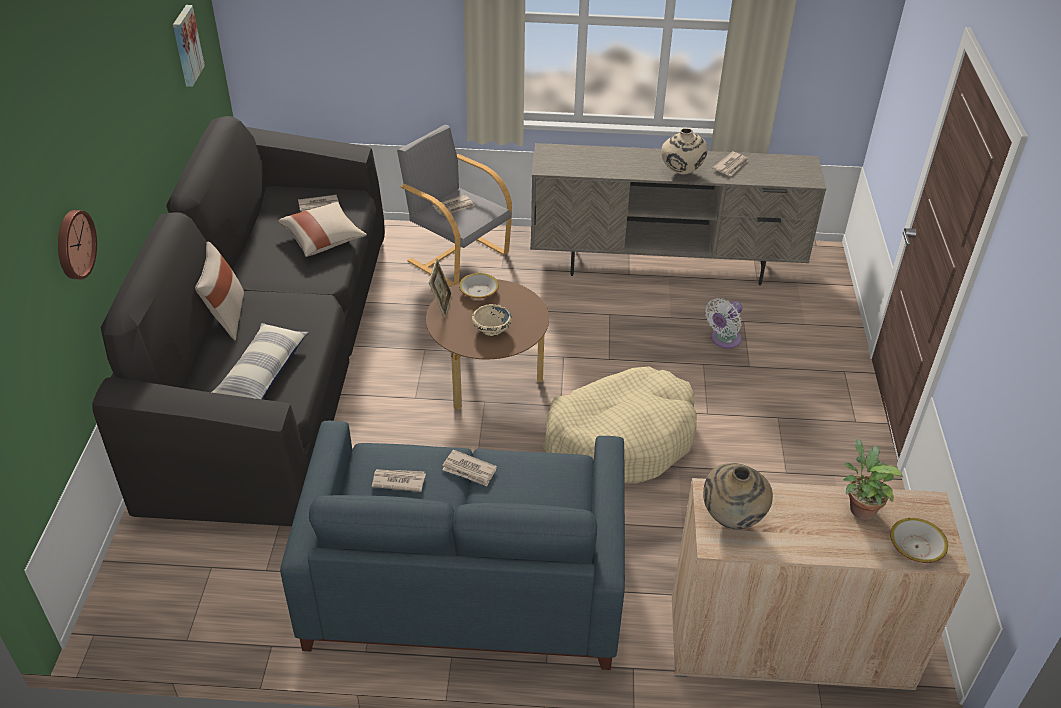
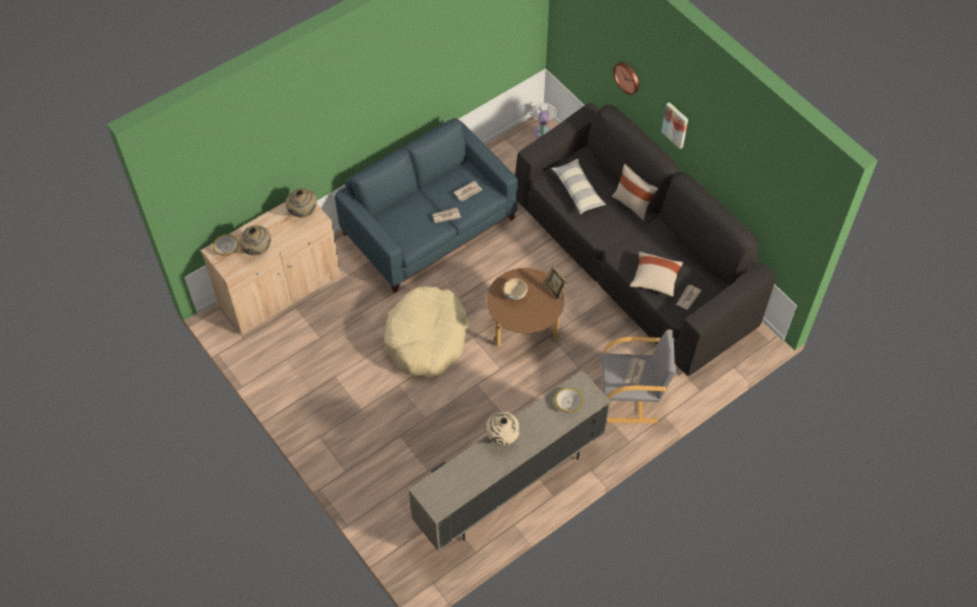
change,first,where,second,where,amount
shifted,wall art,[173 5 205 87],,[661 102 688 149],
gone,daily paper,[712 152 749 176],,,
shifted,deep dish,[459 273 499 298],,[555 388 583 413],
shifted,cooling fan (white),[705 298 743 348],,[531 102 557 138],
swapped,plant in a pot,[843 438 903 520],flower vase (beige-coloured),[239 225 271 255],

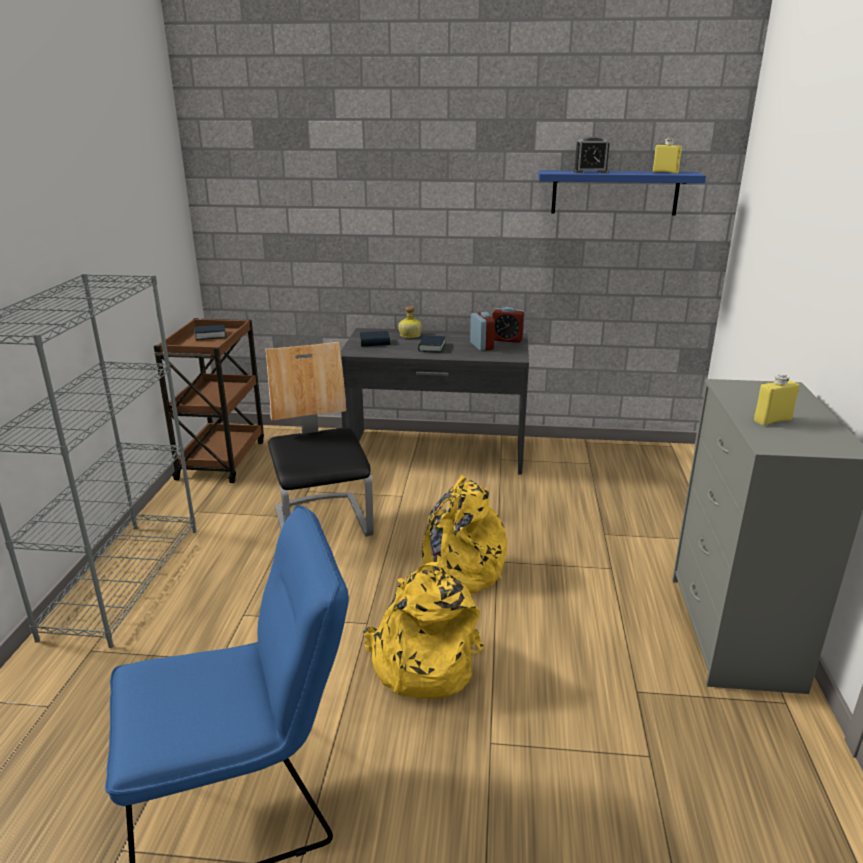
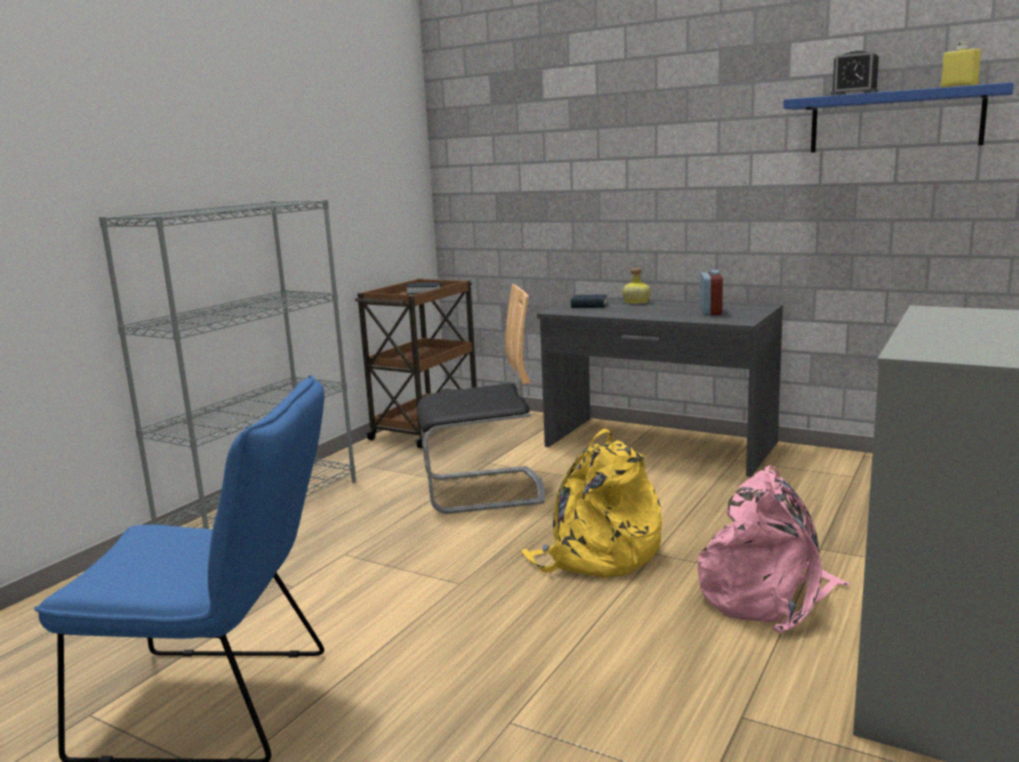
change,first,where,second,where,amount
gone,alarm clock,[492 307 525 343],,,
gone,book,[418 336 446 352],,,
rotated,plain chair,[266 342 374 536],,[417 284 545 514],75 degrees clockwise
gone,bottle (yellowish),[754 373 800 425],,,
gone,knapsack (yellowish),[363 562 484 699],,,
new,,,knapsack (pinkish),[698 465 850 634],

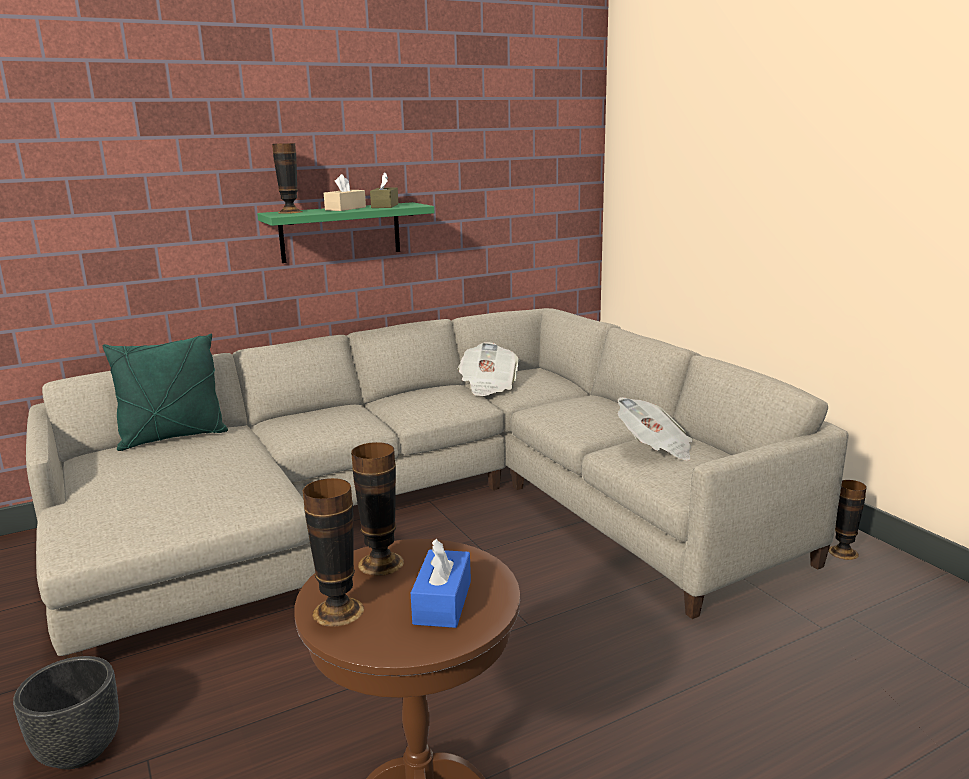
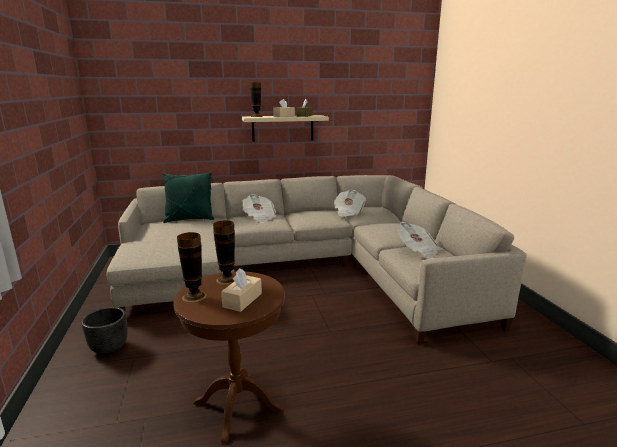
change,first,where,second,where,amount
repainted,wall shelf (greenish),[257 202 435 263],wall shelf (beige-coloured),[242 115 329 142],
gone,flower vase,[829 480 867 560],,,
repainted,tissue holder (blue-coloured),[411 539 471 628],tissue holder (beige-coloured),[221 269 262 312],
new,,,daily paper,[243 194 276 223],

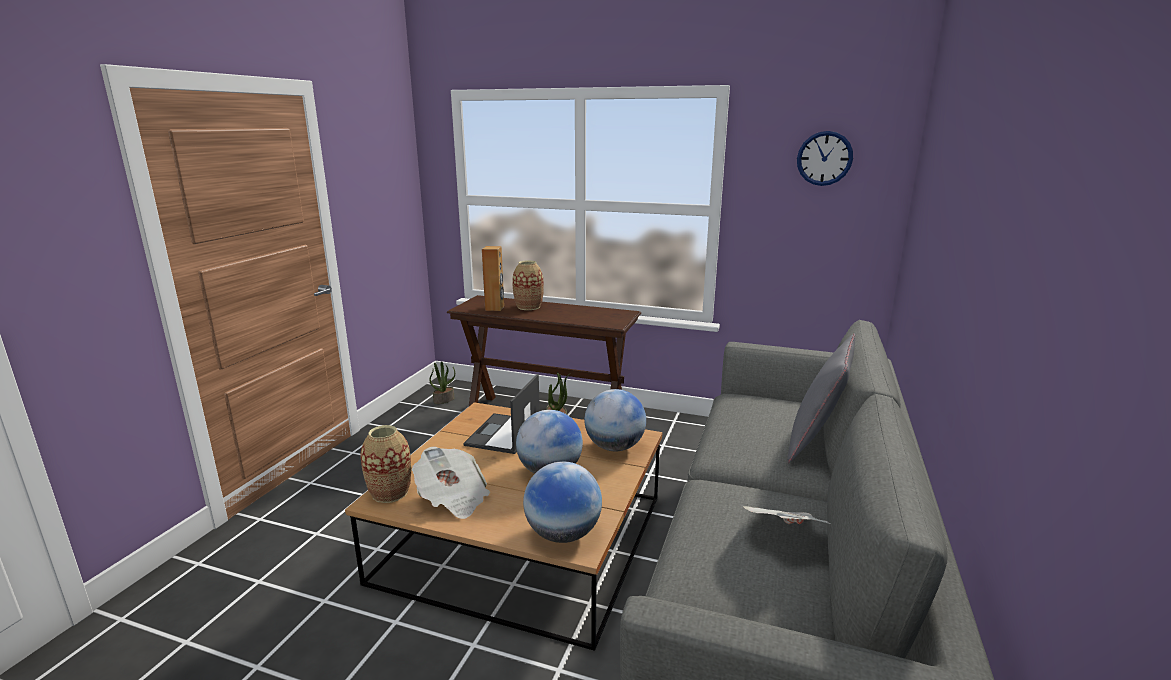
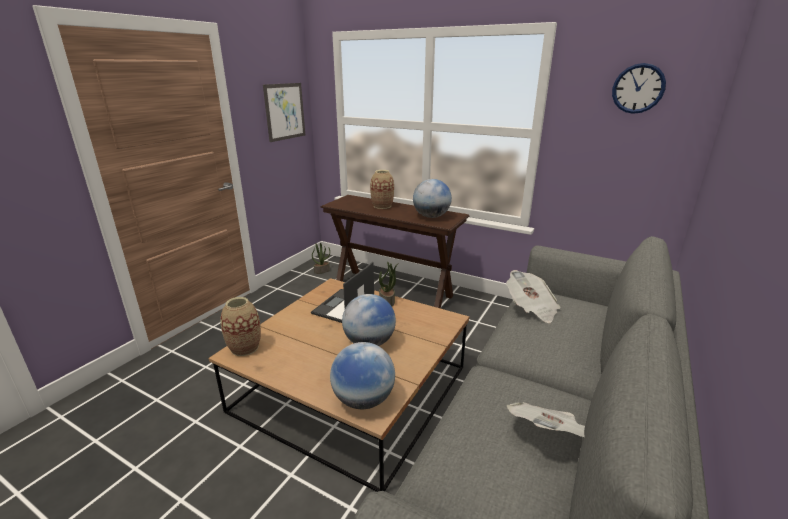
change,first,where,second,where,amount
gone,speaker (brown-coloured),[482 246 504 311],,,
gone,cushion (grey),[787 334 855 463],,,
shifted,globe,[584 389 646 451],,[413 179 452 218],
shifted,daily paper,[412 446 490 519],,[506 270 560 323],
new,,,wall art,[263 83 305 142],

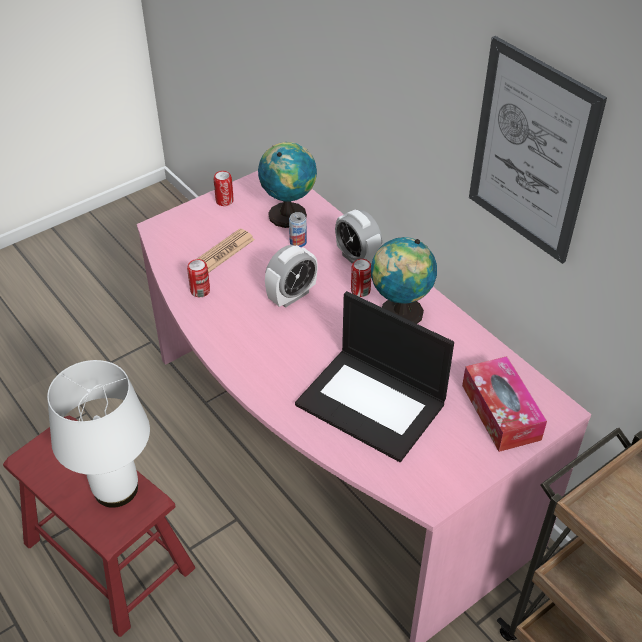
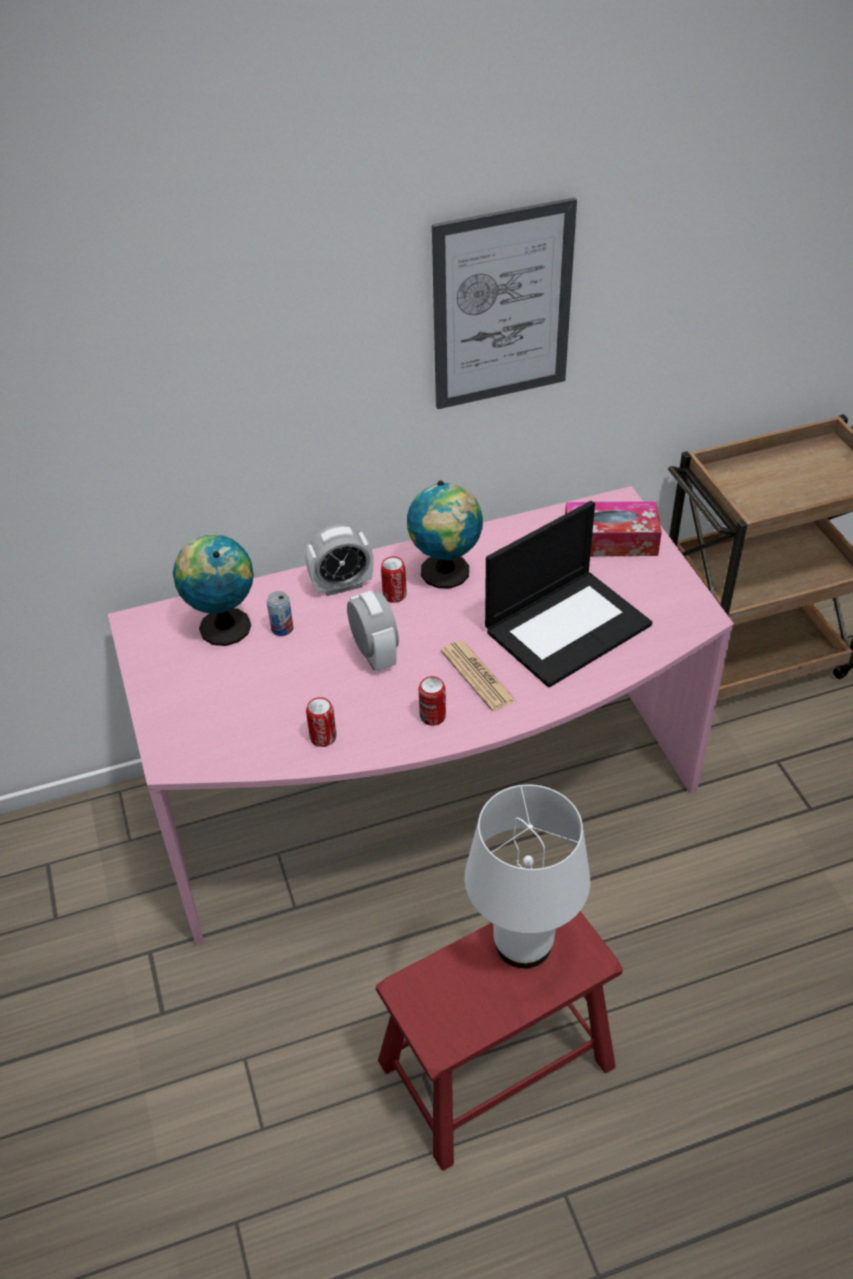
change,first,where,second,where,amount
shifted,can,[214 171 234 206],,[419 676 446 726],
shifted,daily paper,[197 229 255 273],,[441 641 516 711],

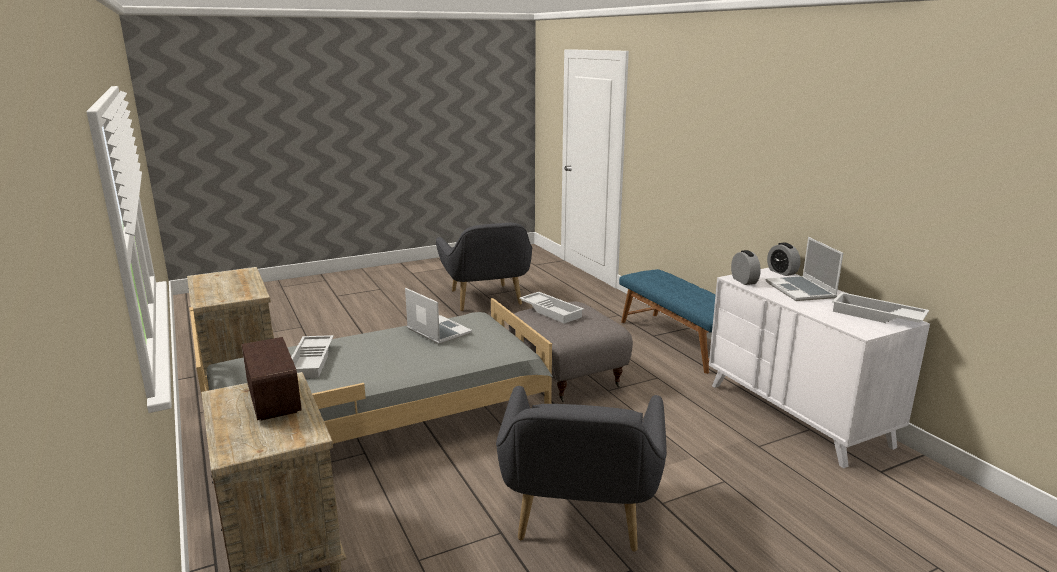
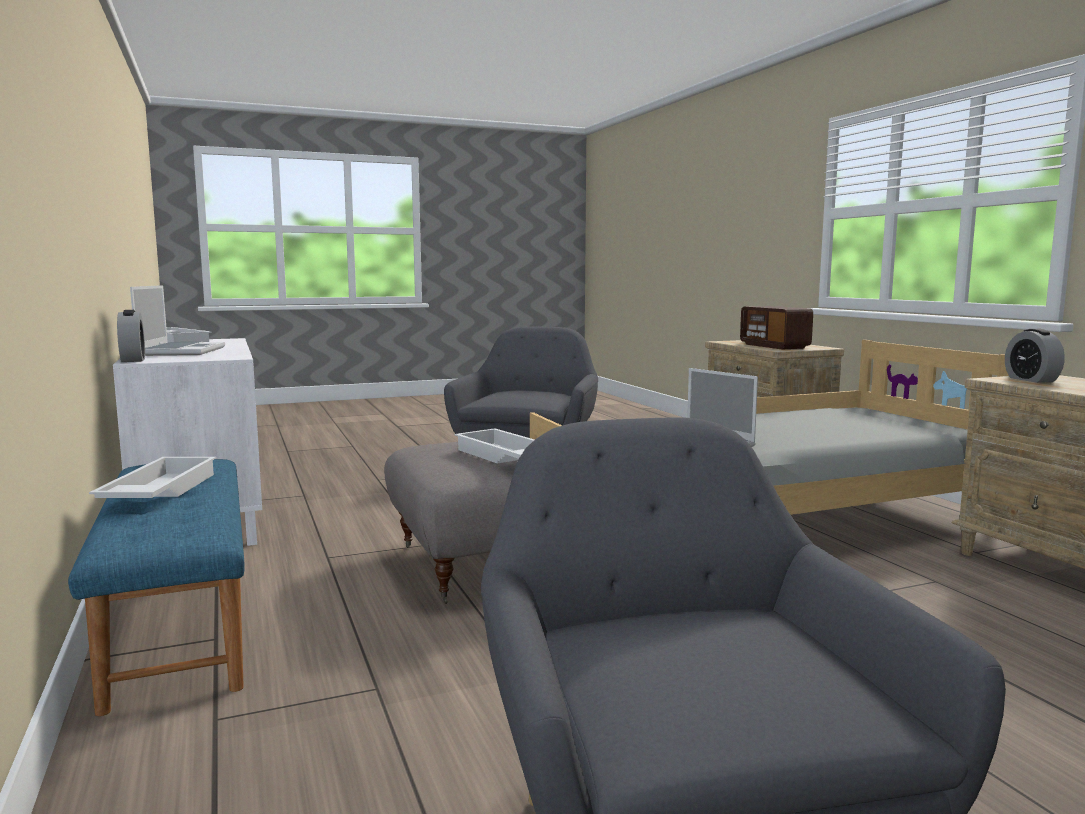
change,first,where,second,where,amount
shifted,alarm clock,[731 250 761 285],,[1005 329 1065 383],
shifted,tray (white),[291 335 334 378],,[89 457 216 498],

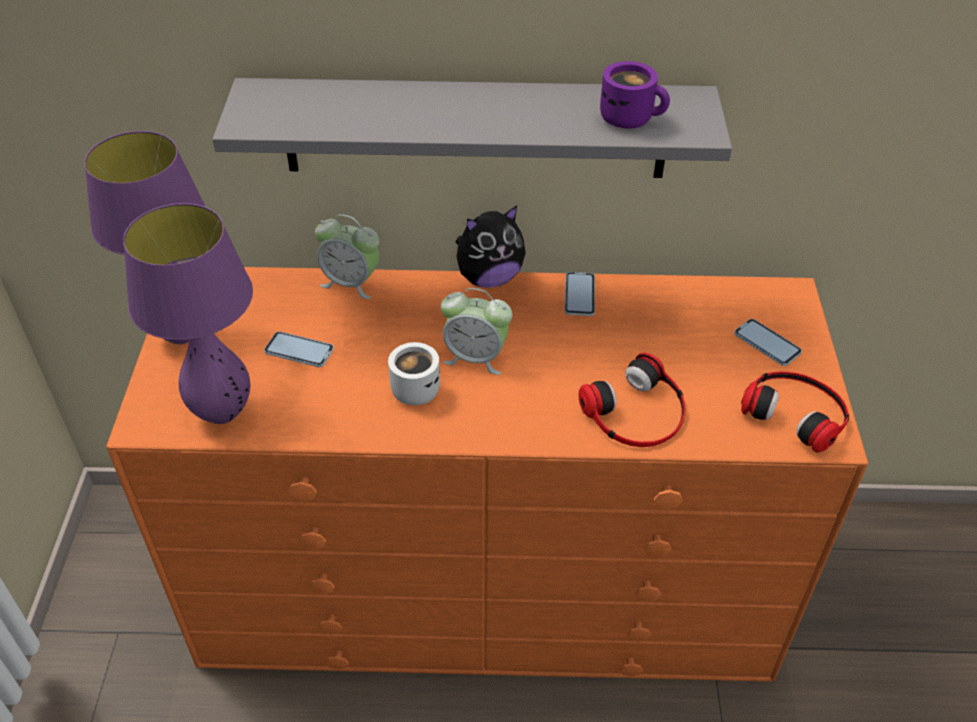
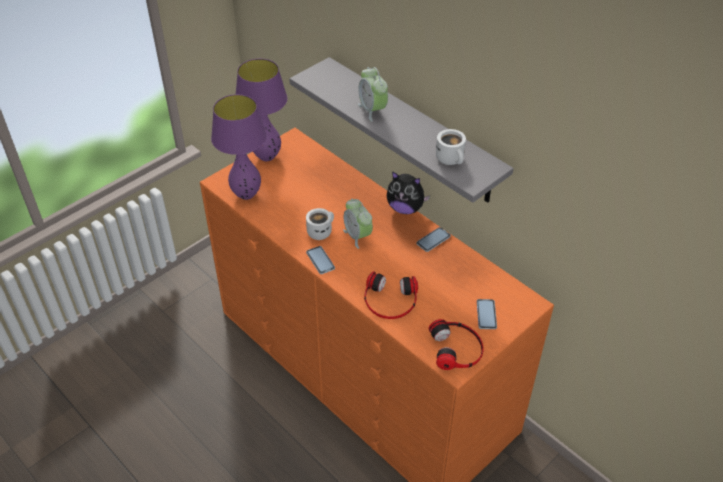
change,first,where,second,where,amount
repainted,tea mug (purple),[600 61 670 128],tea mug (white),[436 129 466 165],
shifted,alarm clock,[315 214 379 299],,[358 67 388 122],
shifted,handset,[264 331 334 367],,[306 246 335 274],

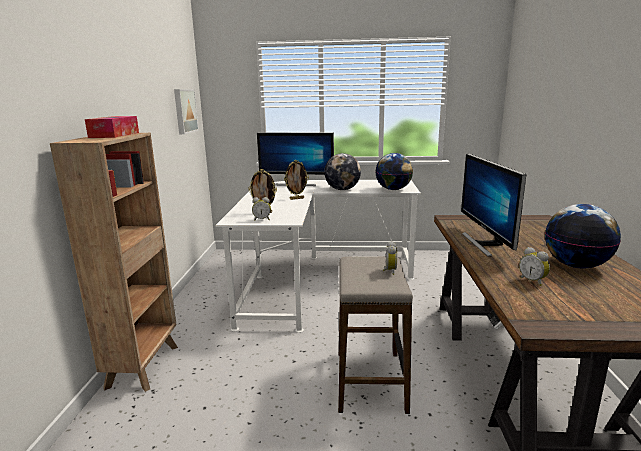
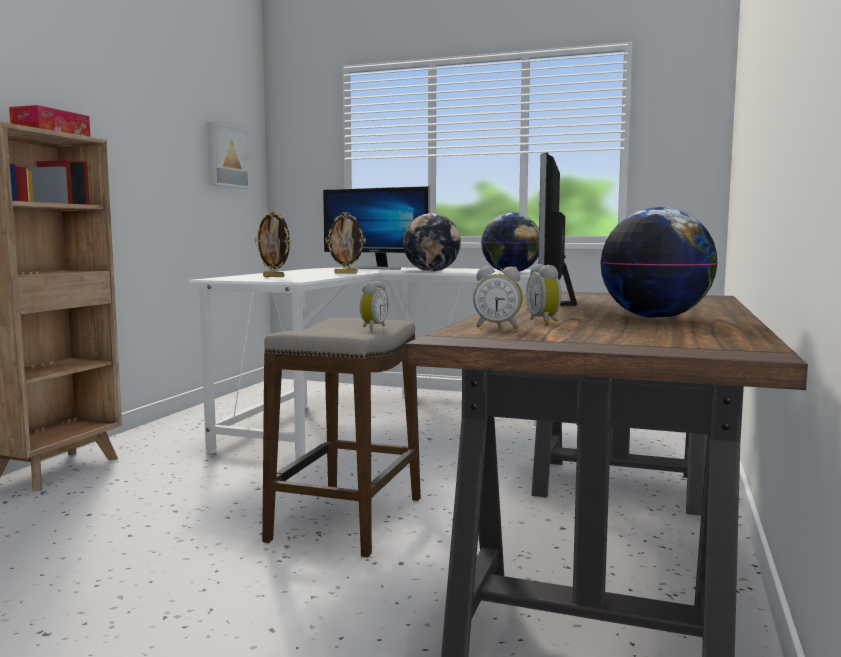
change,first,where,second,where,amount
shifted,alarm clock,[252 197 271 221],,[473 266 523 329],

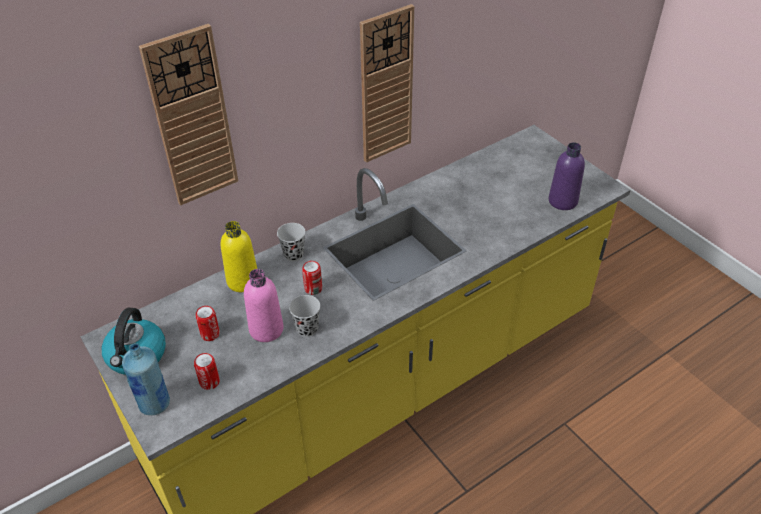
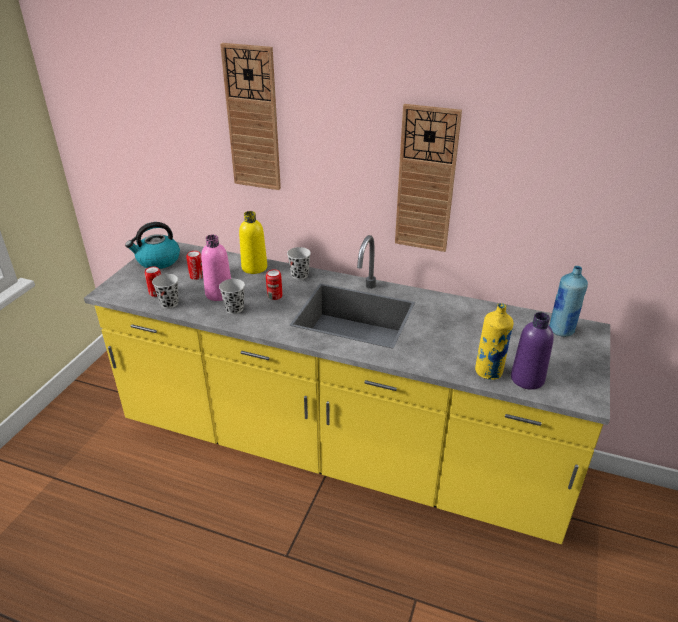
change,first,where,second,where,amount
shifted,bottle (blue-coloured),[122 343 170 415],,[549 266 588 337],
new,,,cup (blackish),[152 274 179 309],
new,,,bottle (yellowish),[475 303 514 380],

